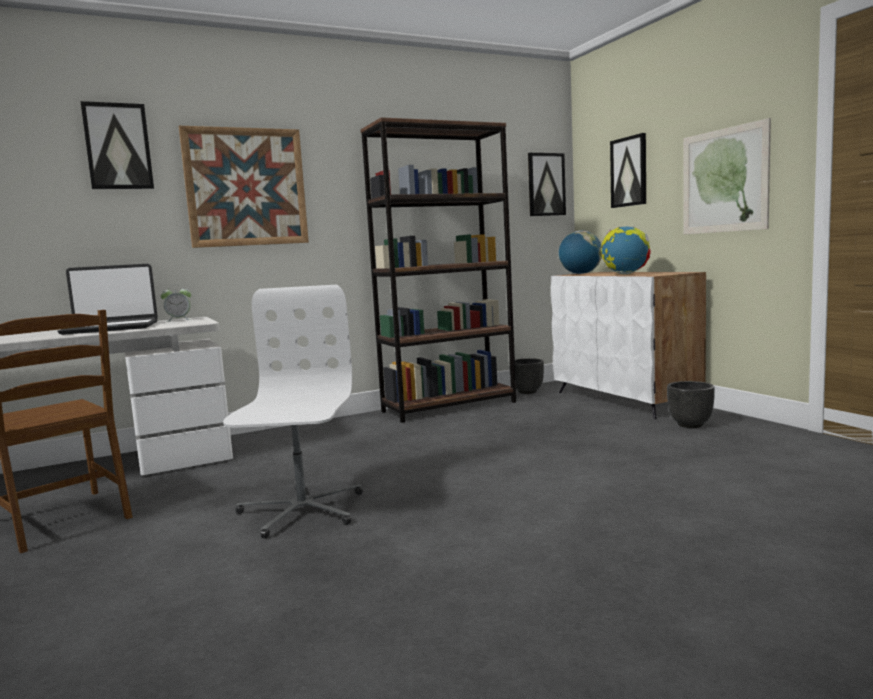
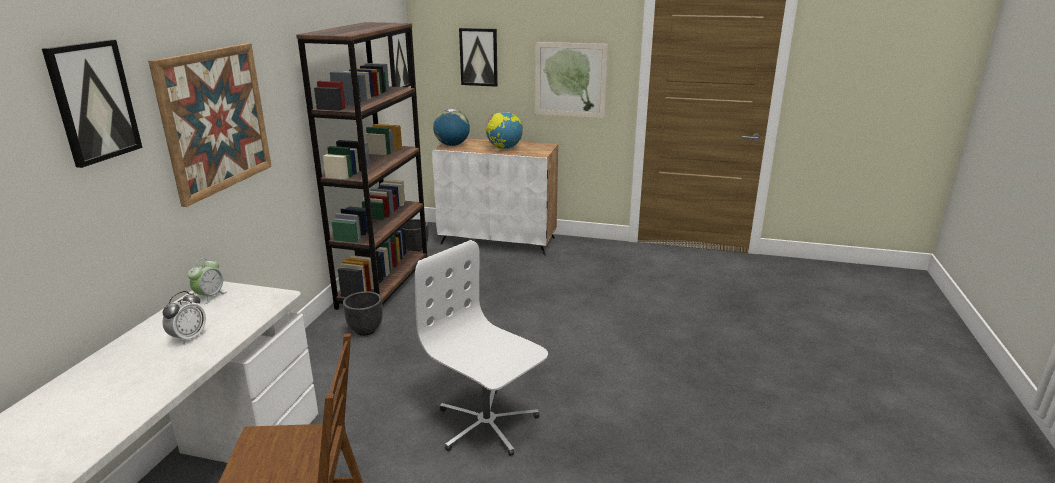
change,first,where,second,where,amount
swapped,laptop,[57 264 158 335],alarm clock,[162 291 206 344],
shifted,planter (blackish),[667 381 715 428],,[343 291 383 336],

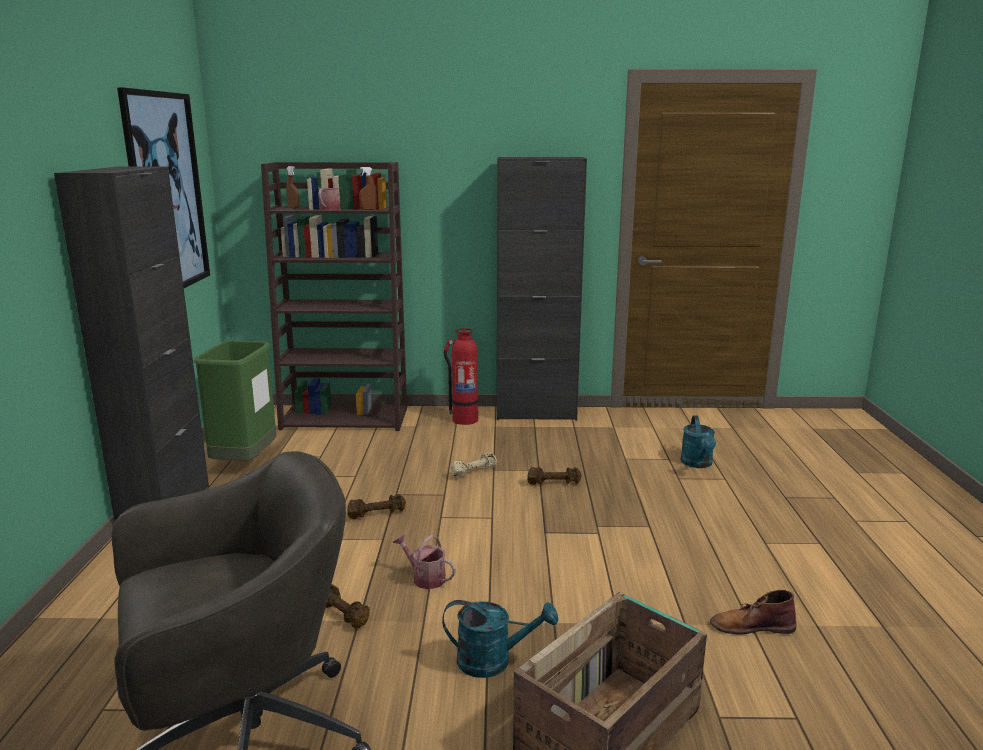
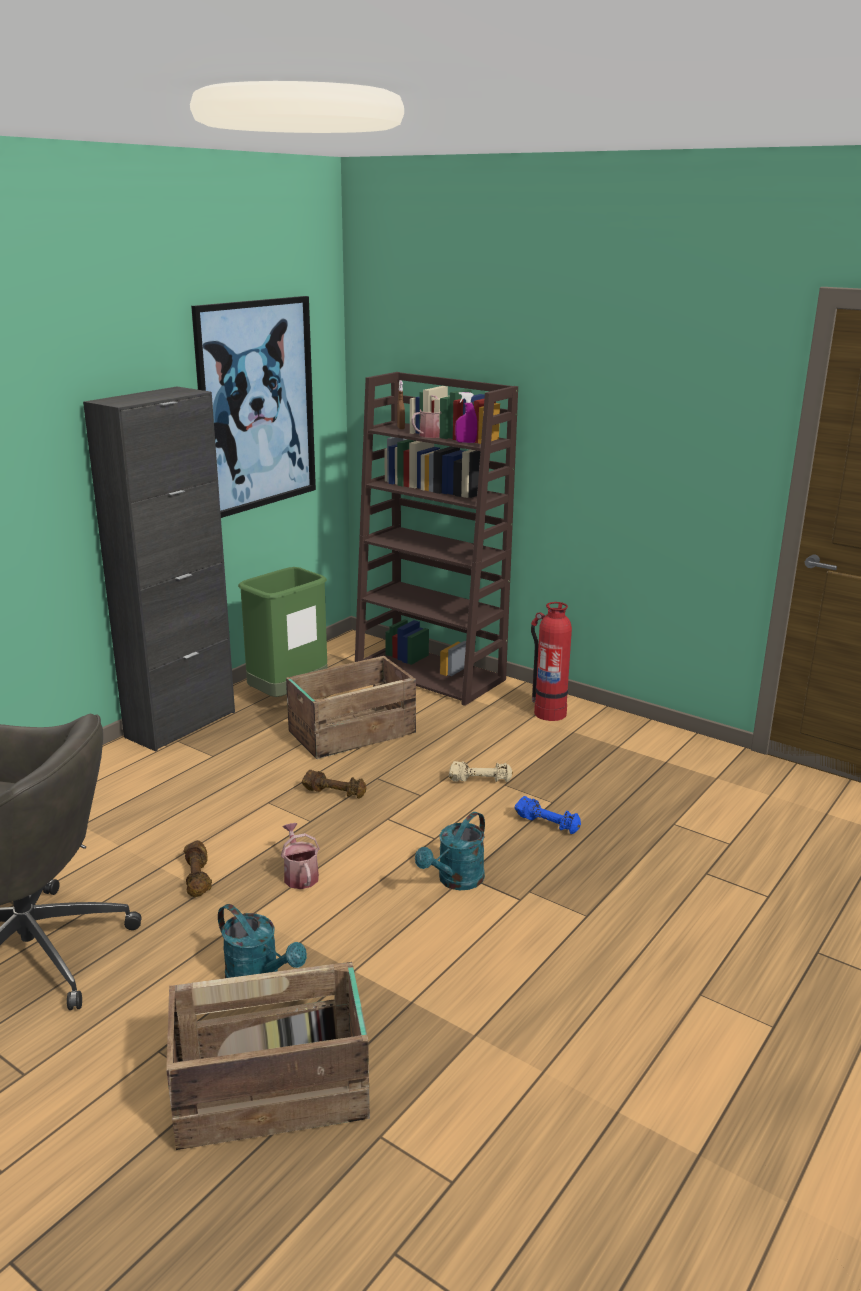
change,first,where,second,where,amount
gone,cupboard (blackish),[497 157 587 421],,,
repainted,hand sprayer (brown-coloured),[359 167 377 210],hand sprayer (purple),[455 392 477 443],
shifted,watering pot (turquoise-coloured),[681 415 716 468],,[415 812 485 890],
repainted,dumbbell (brown-coloured),[527 467 582 485],dumbbell (blue-coloured),[514 796 581 834],
gone,high-top boot (brown-coloured),[710 590 797 635],,,
new,,,crate,[286 656 416 759],

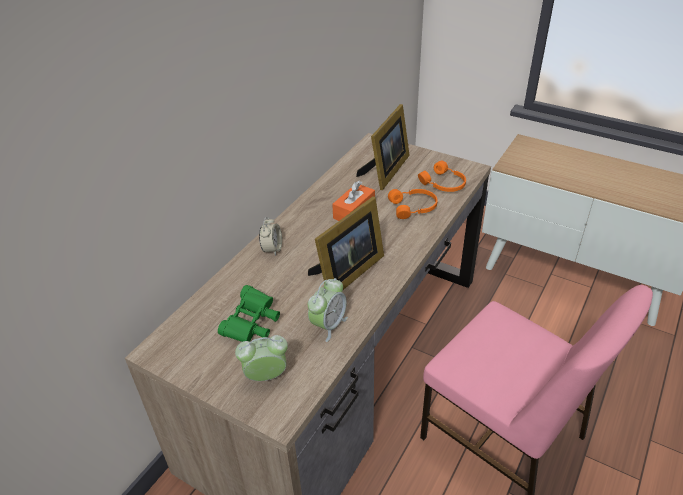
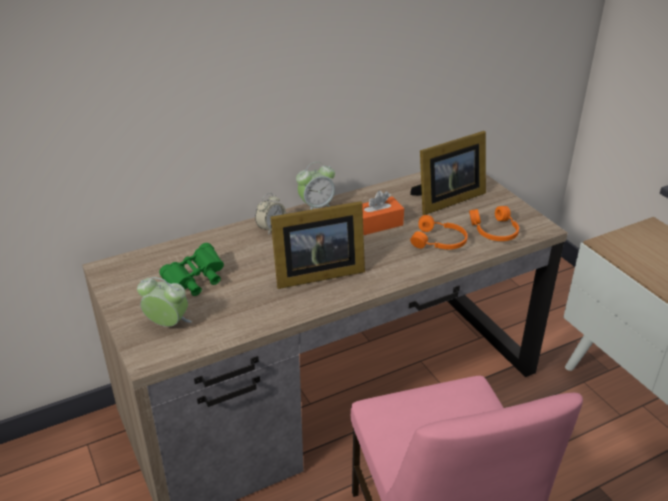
change,first,where,second,where,amount
shifted,alarm clock,[308 278 348 342],,[296 162 335 210],

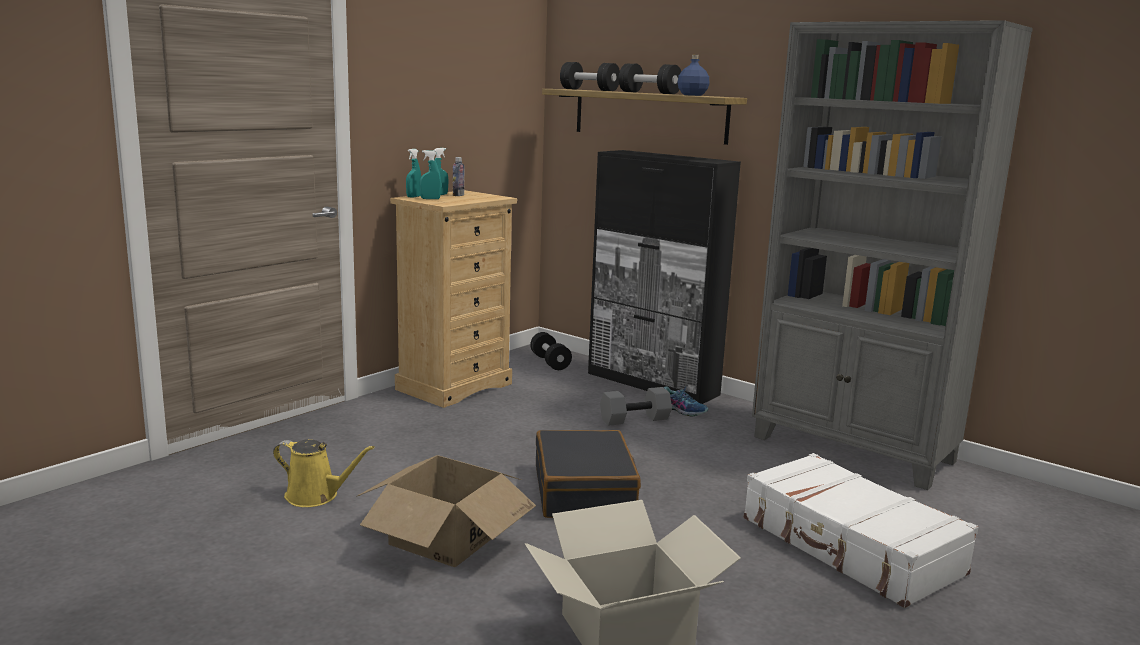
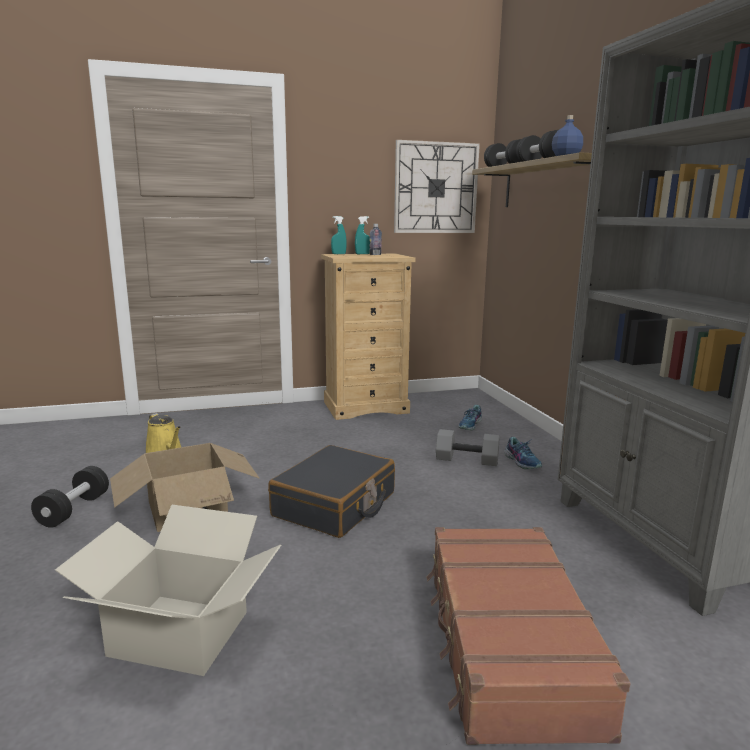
change,first,where,second,where,amount
gone,hand sprayer (turquoise-coloured),[419 150 441 199],,,
gone,cupboard (blackish),[588 150 741 404],,,
shifted,dumbbell (blackish),[530 332 572 370],,[31 466 109 528],
repainted,piece of luggage (white),[744 453 978 608],piece of luggage (brown-coloured),[426 527 630 745],
new,,,wall clock,[394 140 480 233],
new,,,item of footwear,[458 405 482 431],

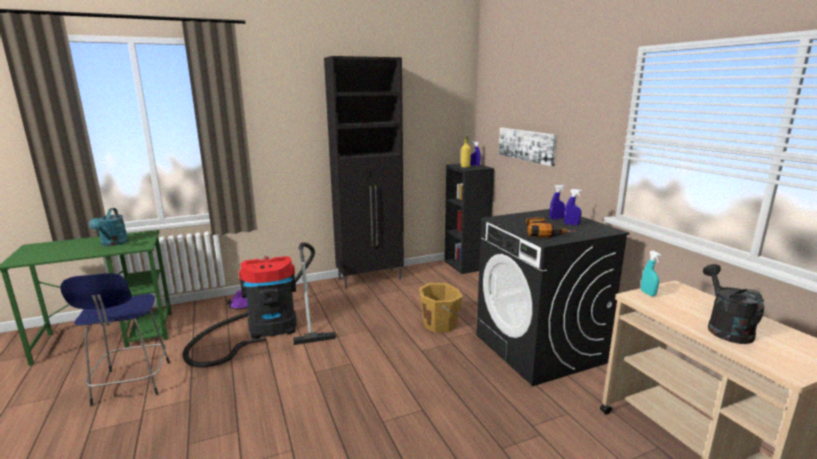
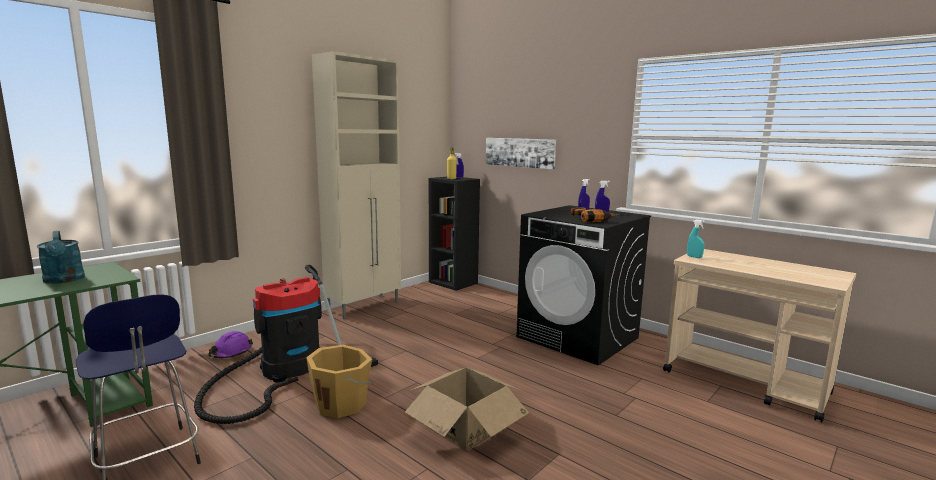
change,first,where,second,where,amount
repainted,cupboard (blackish),[324 56 404 289],cupboard (beige-coloured),[312 51 401 319],
gone,watering pot (blackish),[703 264 764 344],,,
shifted,bucket (orangey),[419 283 463 333],,[306 345 372 418],
new,,,packing box,[405 367 529 451],

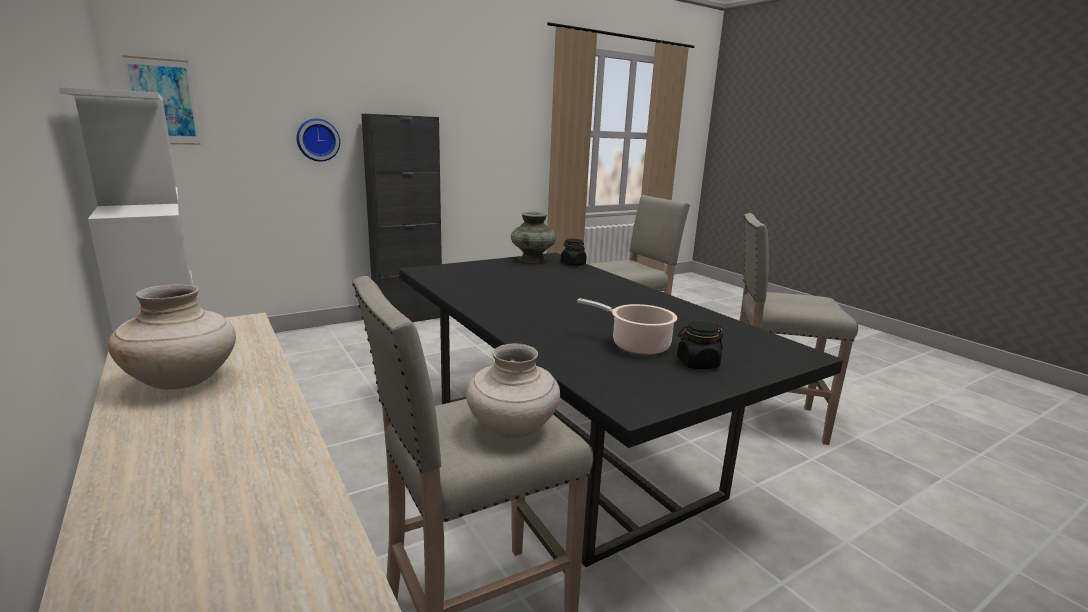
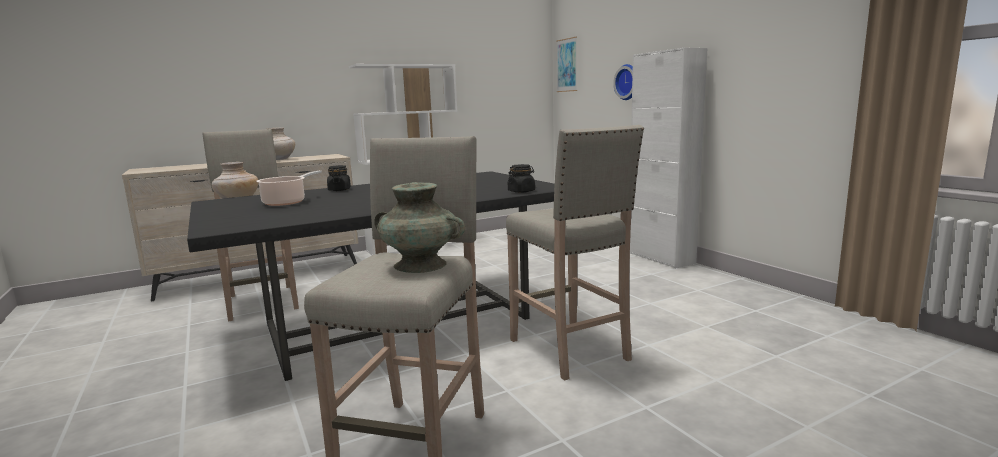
change,first,where,second,where,amount
repainted,cupboard (blackish),[361 114 442 322],cupboard (white),[630 47 707 269],
shifted,flower vase (turquoise-coloured),[511 212 556 263],,[374 182 465 273],
shifted,storage jar (blackish),[677 321 723 369],,[327 165 351 191],

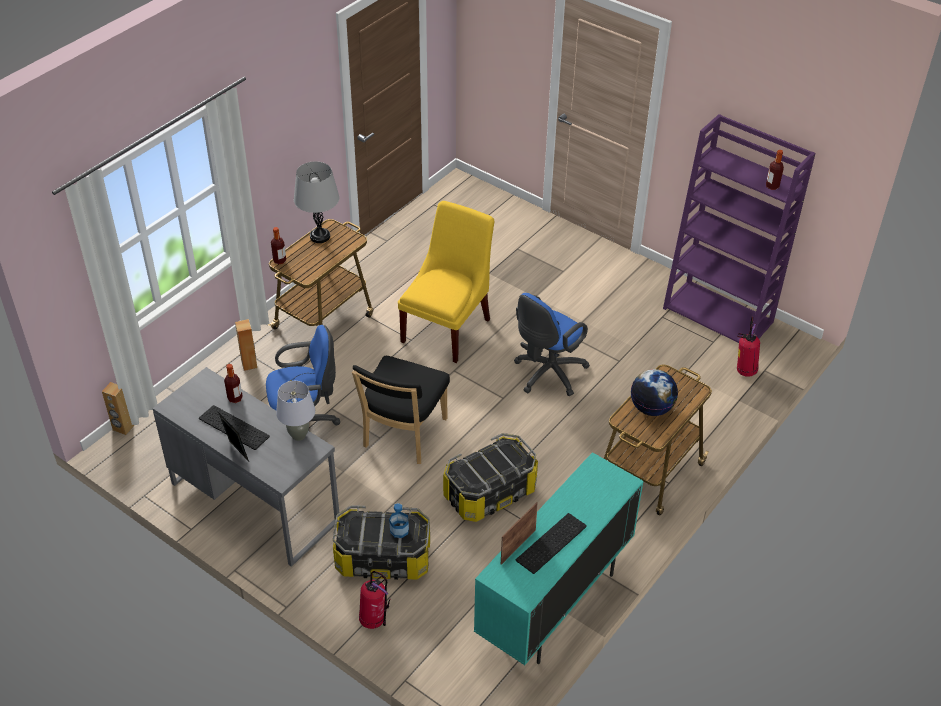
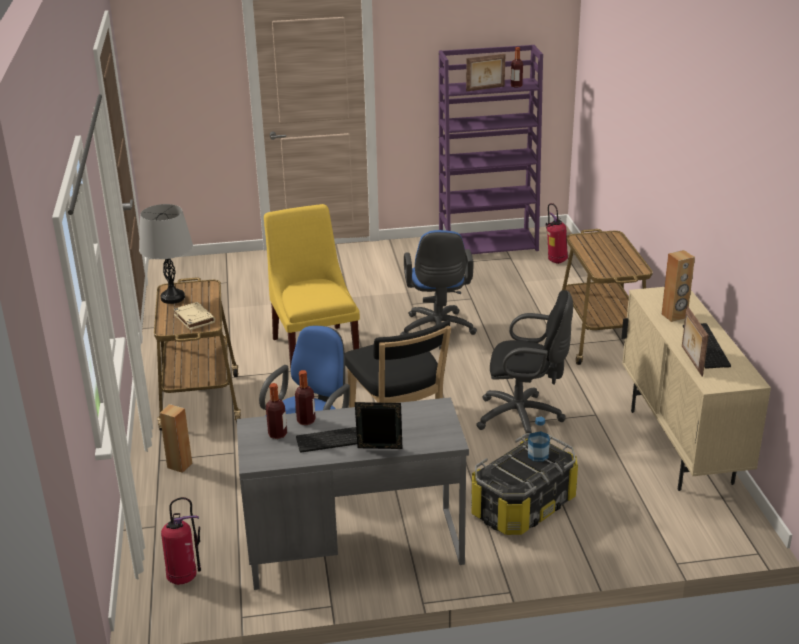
change,first,where,second,where,amount
shifted,bottle,[271 227 286 264],,[266 383 287 439],
gone,globe,[631 369 678 416],,,
gone,tabletop lamp (grey),[276 381 315 441],,,
shifted,speaker (brown-coloured),[102 382 134 435],,[662 250 695 322],
swapped,storage container,[443 433 538 522],office chair (blackish),[476 290 573 439],
repainted,cupboard (turquoise-coloured),[474 452 644 665],cupboard (beige-coloured),[621 287 771 491],
shifted,fire-fighting cylinder,[359 571 391 629],,[161 497 201 585],
new,,,picture frame,[466 54 506 92],
new,,,book (beige-coloured),[174 302 215 330],

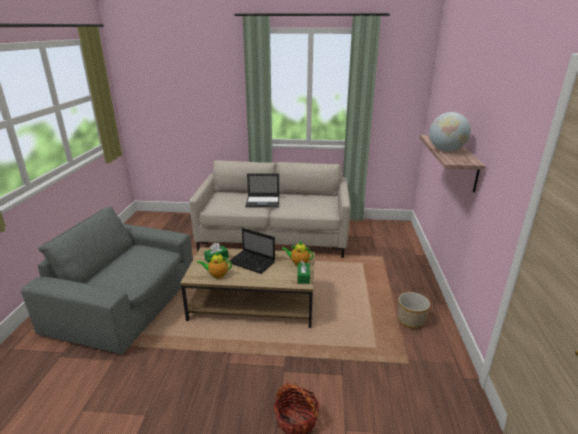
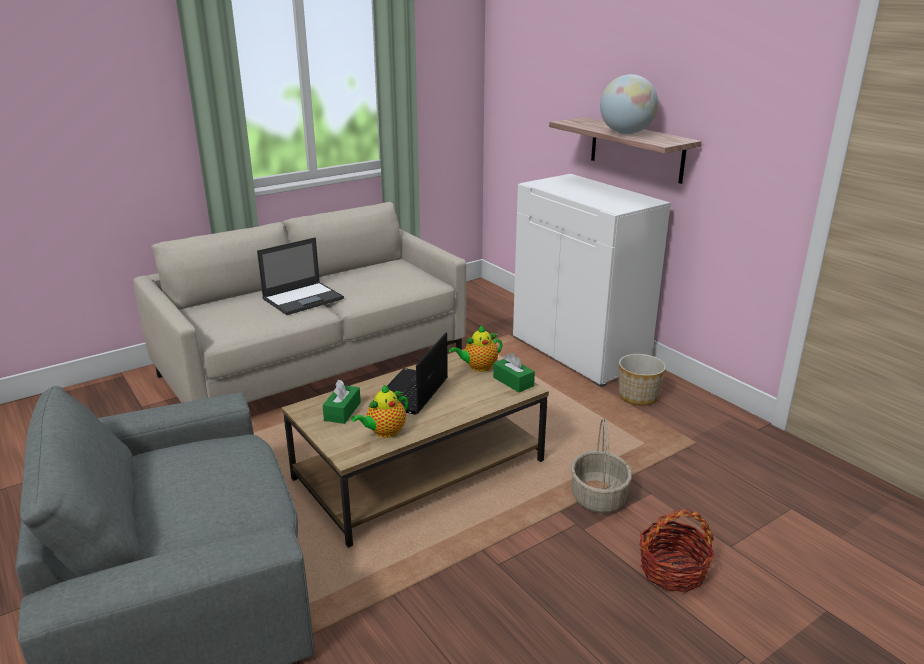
change,first,where,second,where,amount
rotated,laptop,[228 228 275 274],,[373 333 448 415],120 degrees clockwise
new,,,cupboard (white),[513 174 671 387],
new,,,storage basket,[571 418 632 513],

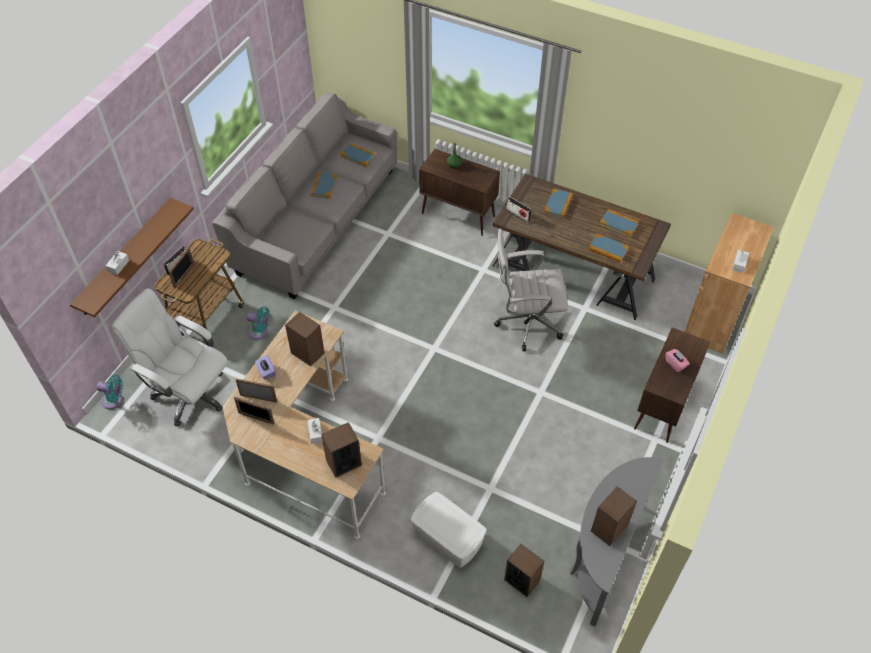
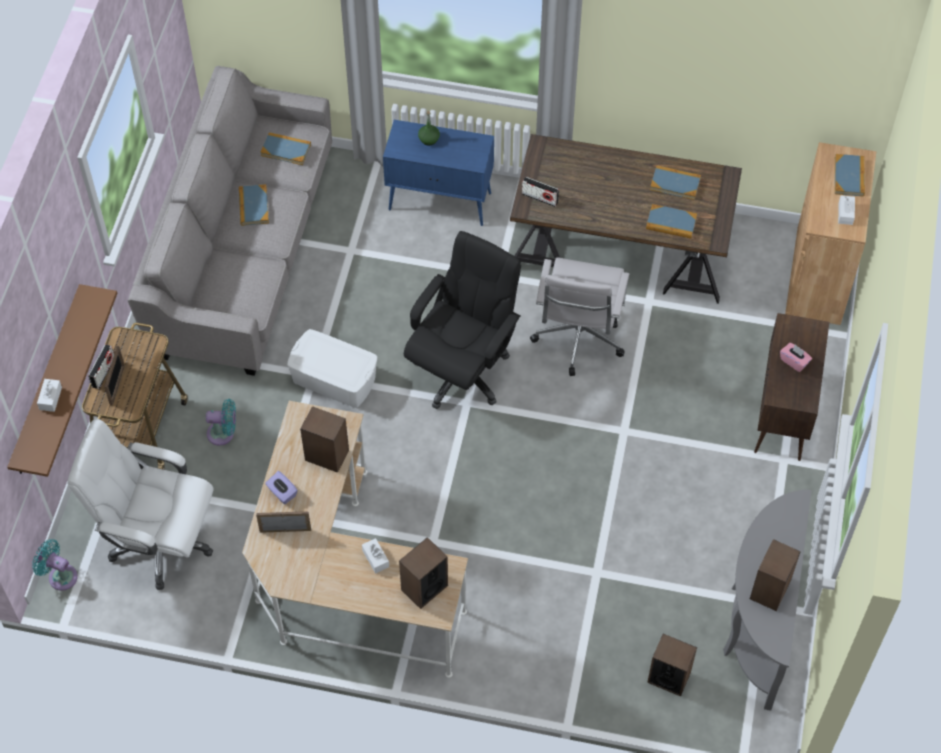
change,first,where,second,where,amount
repainted,cupboard (brown-coloured),[419 149 500 236],cupboard (blue-coloured),[383 120 494 226],
shifted,book,[544 189 573 219],,[835 154 865 197],
rotated,office chair (white),[494 228 568 351],,[530 257 629 376],60 degrees counterclockwise
rotated,cooling fan (turquoise-coloured),[96 375 123 409],,[32 539 78 591],150 degrees counterclockwise
gone,picture frame,[234 397 274 424],,,
shifted,storage container (white),[410 492 487 568],,[287 329 377 408],
new,,,office chair (blackish),[404 231 521 409],

